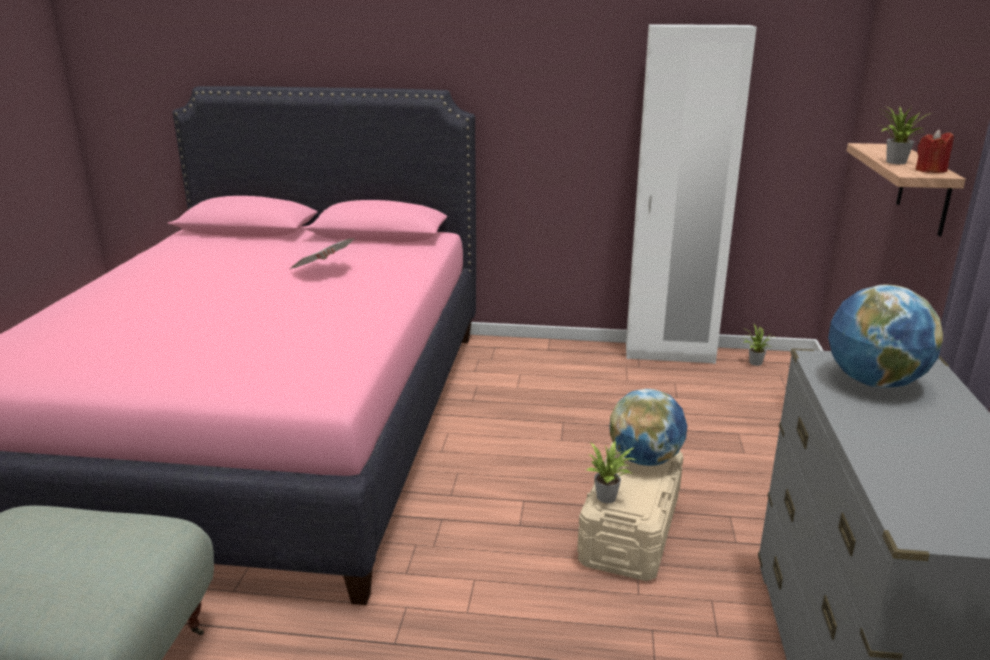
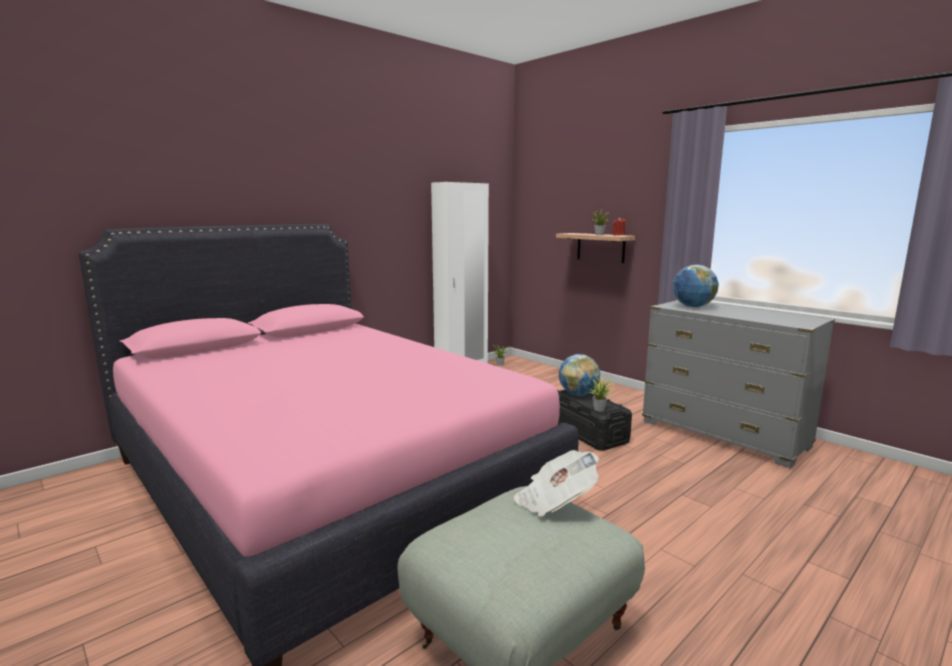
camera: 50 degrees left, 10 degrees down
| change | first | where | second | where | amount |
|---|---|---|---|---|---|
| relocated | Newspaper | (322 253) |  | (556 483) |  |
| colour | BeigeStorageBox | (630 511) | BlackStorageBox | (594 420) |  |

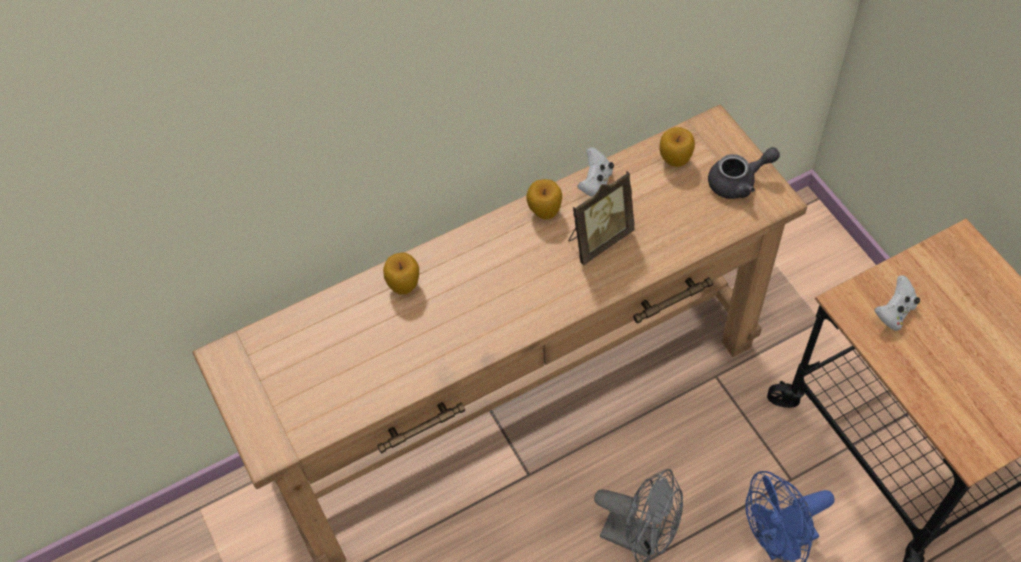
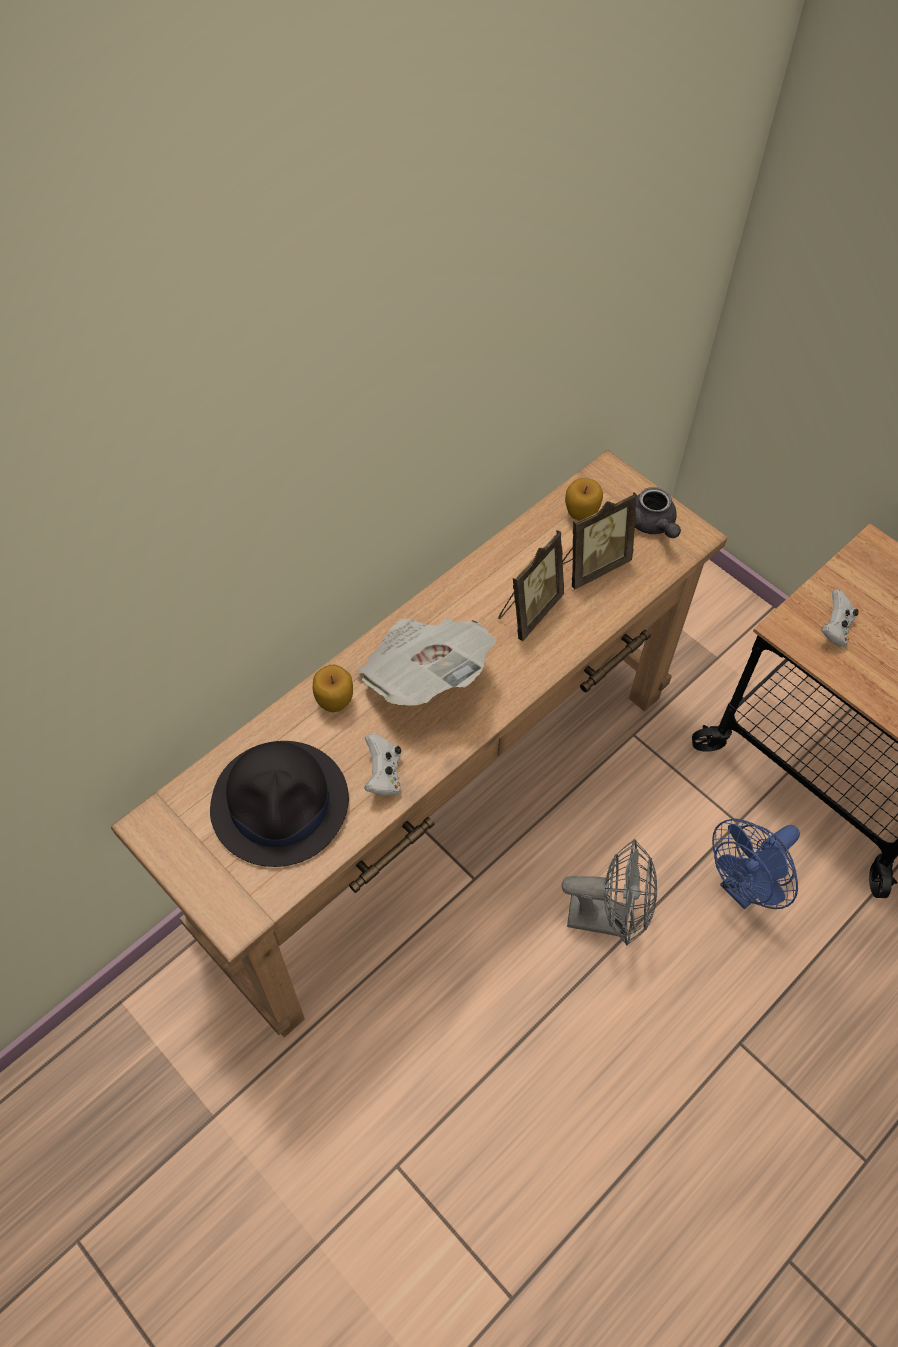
camera: 20 degrees left, 0 degrees up
| change | first | where | second | where | amount |
|---|---|---|---|---|---|
| appeared |  |  | BlackHat | (279 804) |  |
| appeared |  |  | Newspaper | (426 662) |  |
| relocated | WhiteGameController | (595 172) |  | (382 764) |  |
| appeared |  |  | PictureFrame | (600 540) |  |
| spun | GreyTeapot | (744 173) |  | (658 512) | 105 degrees clockwise |
| missing | Apple | (544 199) |  |  |  |

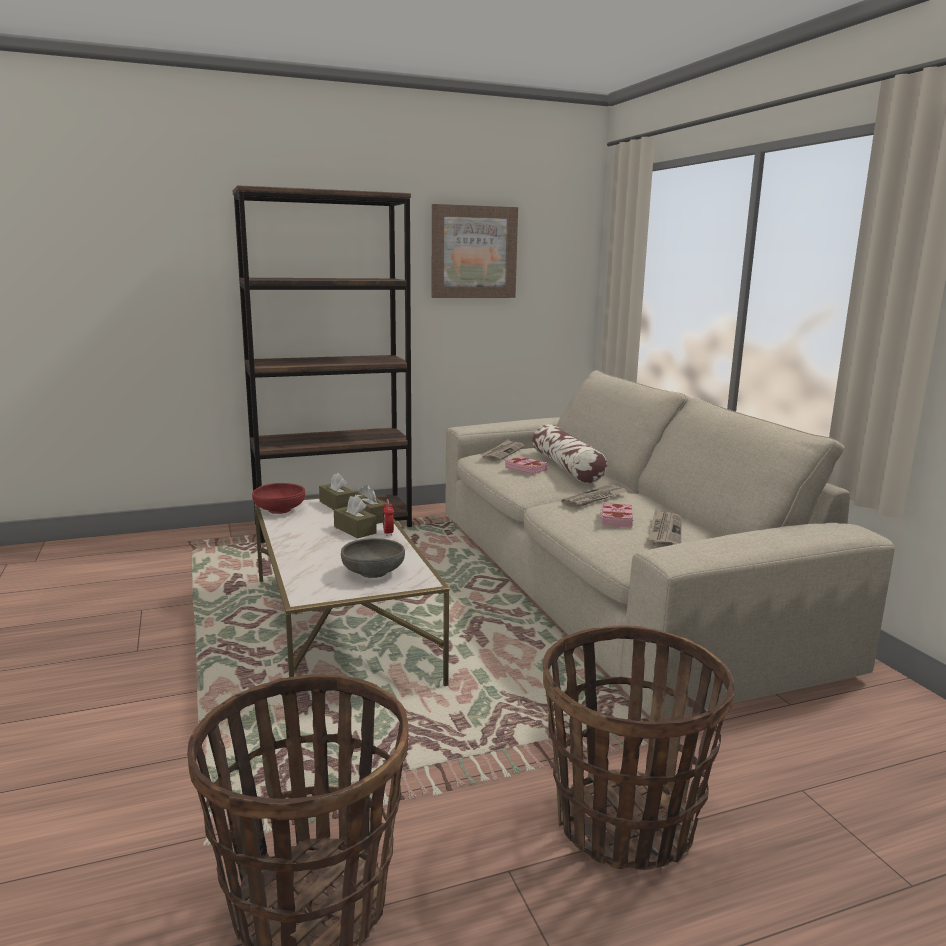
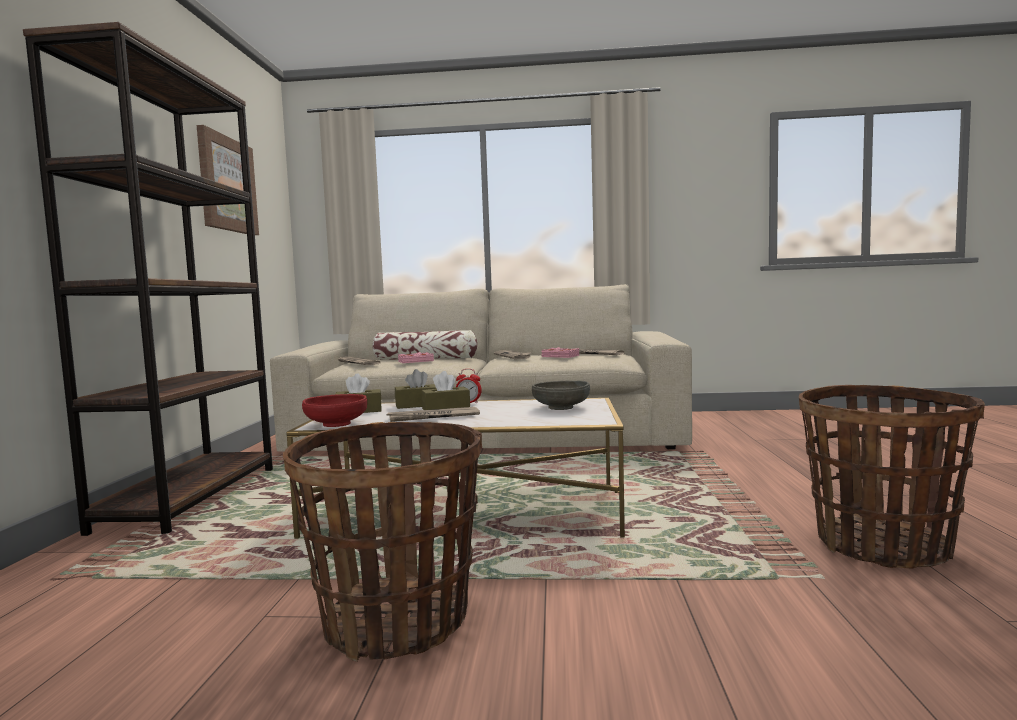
camera: 65 degrees left, 10 degrees down
| change | first | where | second | where | amount |
|---|---|---|---|---|---|
| relocated | Basket | (639 747) |  | (383 542) |  |
| appeared |  |  | Newspaper | (433 414) |  |

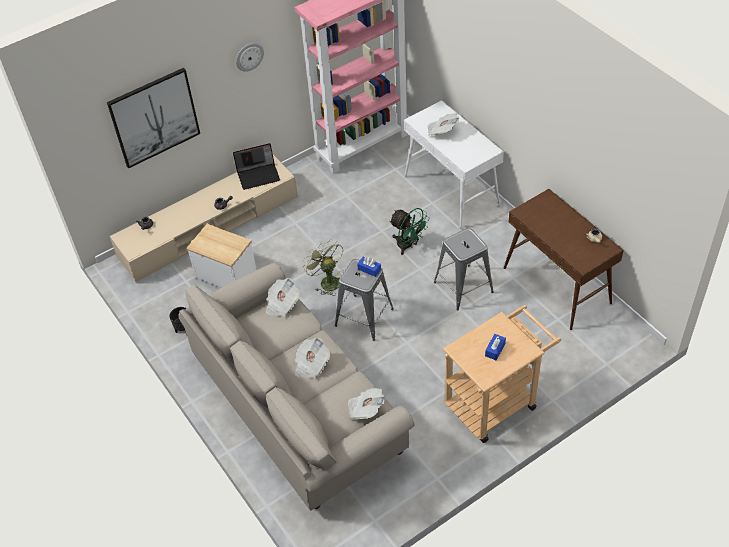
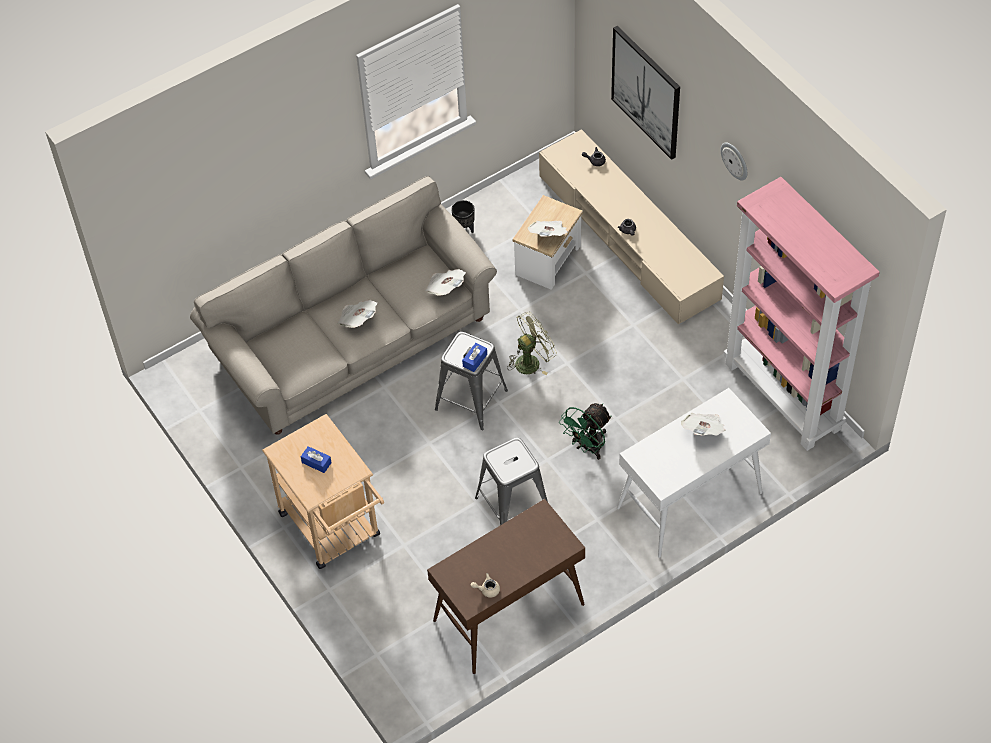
camera: 90 degrees right, 5 degrees up
| change | first | where | second | where | amount |
|---|---|---|---|---|---|
| relocated | Newspaper | (366 403) |  | (548 228) |  |
| missing | Laptop | (256 166) |  |  |  |

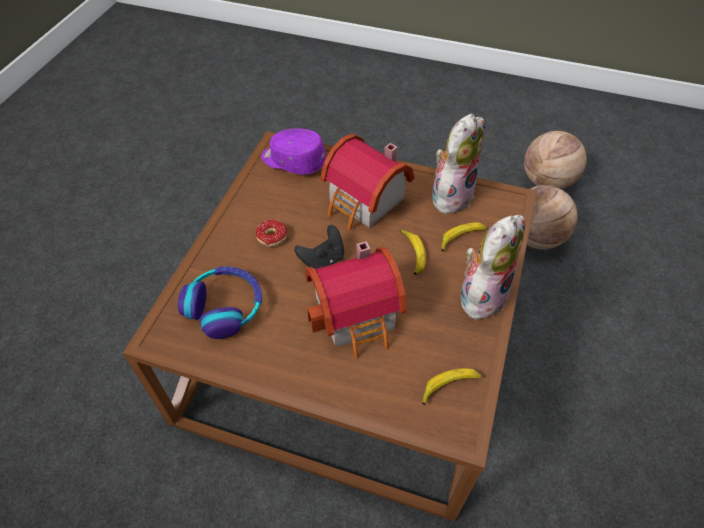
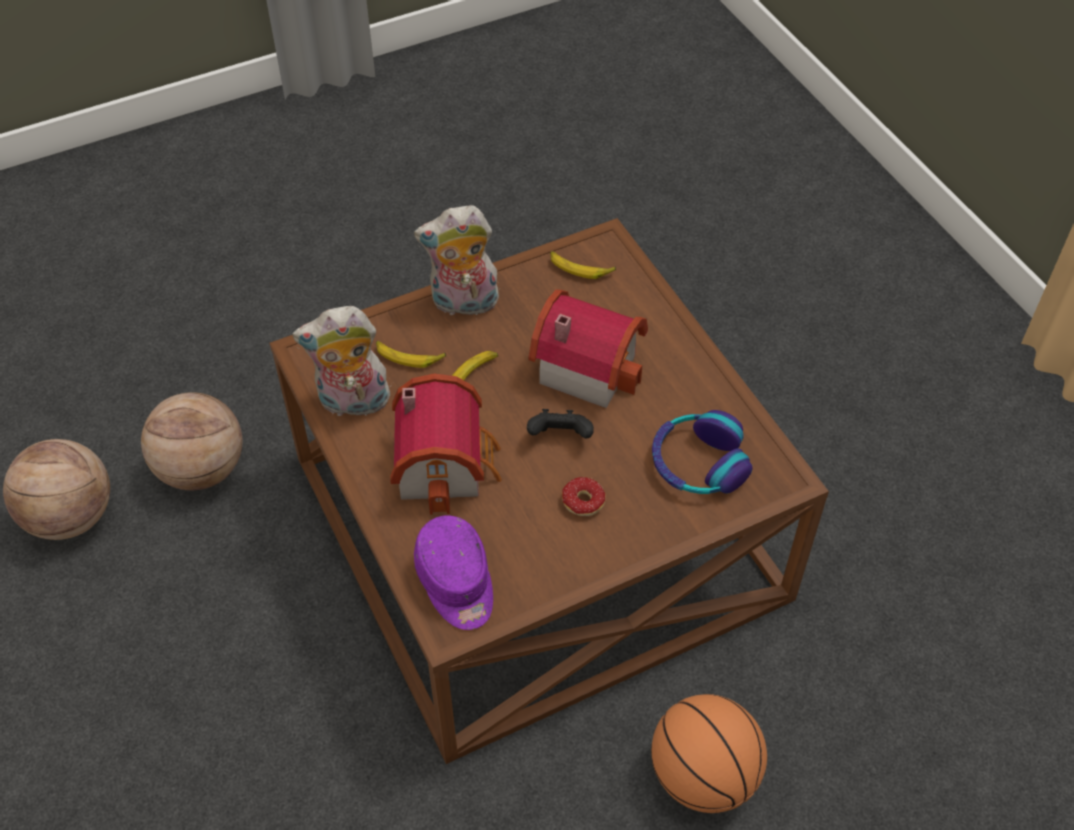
camera: 135 degrees left, 0 degrees up
| change | first | where | second | where | amount |
|---|---|---|---|---|---|
| appeared |  |  | Basketball | (709 753) |  |

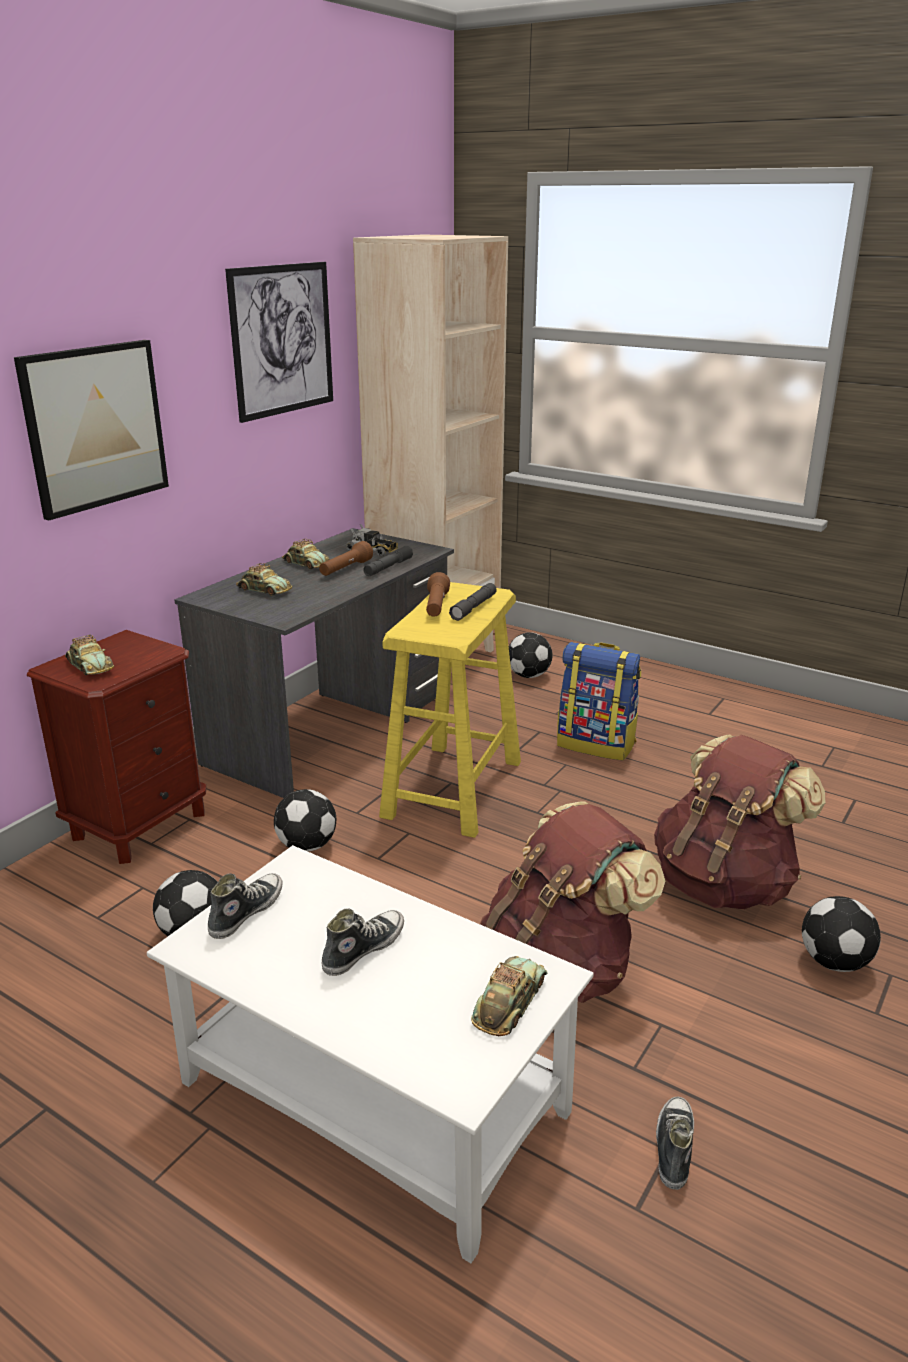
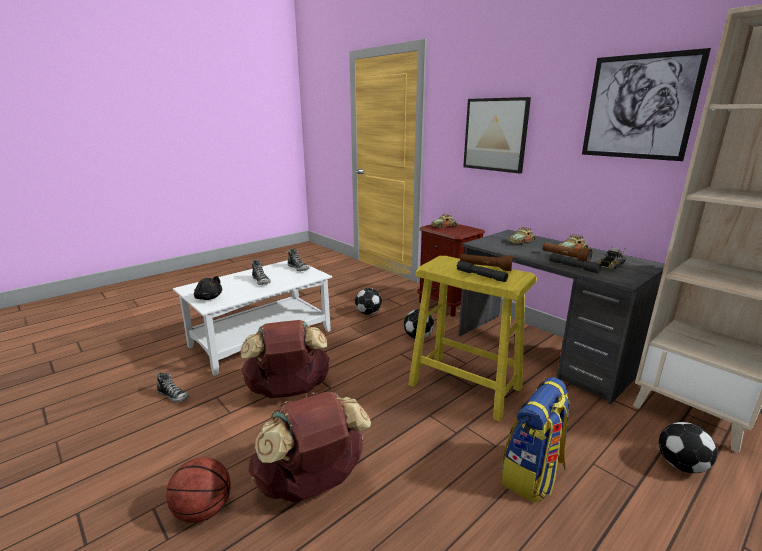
camera: 105 degrees right, 5 degrees down
| change | first | where | second | where | amount |
|---|---|---|---|---|---|
| exchanged | Football | (841 934) | Basketball | (198 490) |  |
| exchanged | ToyCar | (509 996) | BlackPlushToy | (208 288) |  |

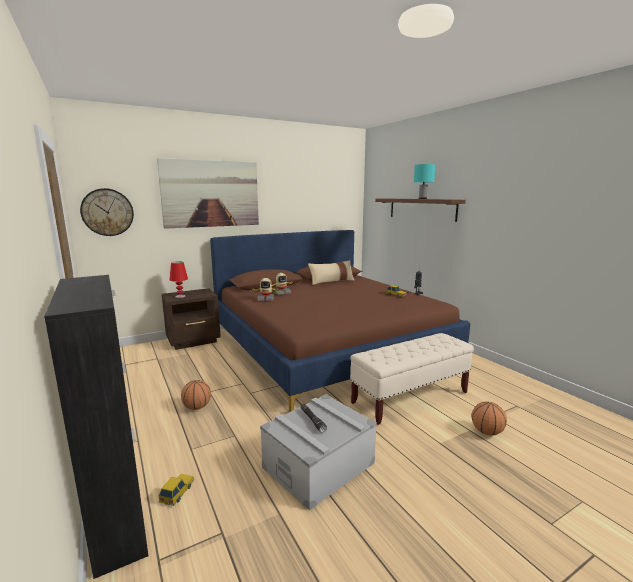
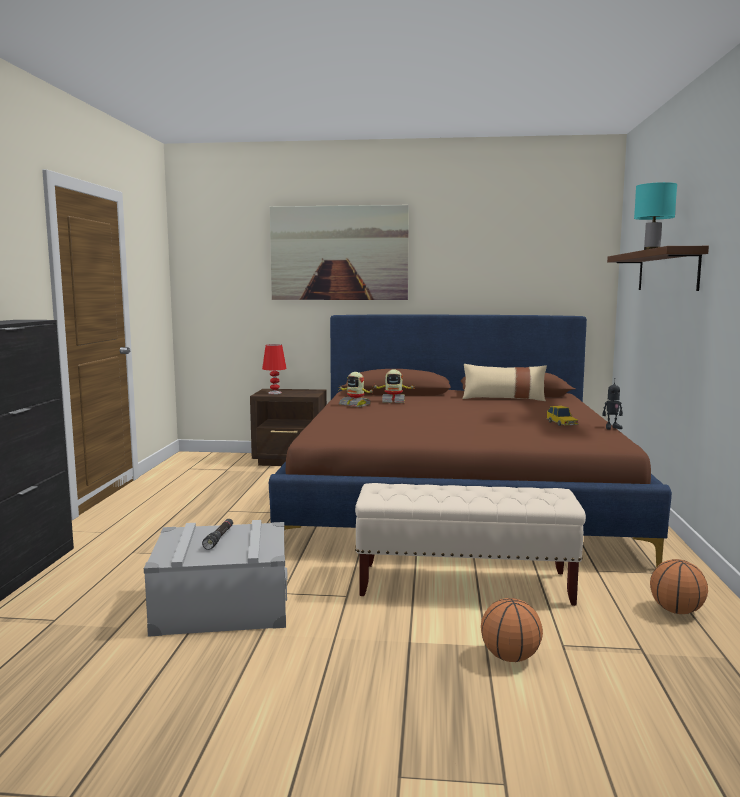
camera: 35 degrees right, 5 degrees down
| change | first | where | second | where | amount |
|---|---|---|---|---|---|
| relocated | Basketball | (196 395) |  | (679 586) |  |
| missing | WallClock | (107 212) |  |  |  |
| missing | ToyCar | (176 490) |  |  |  |

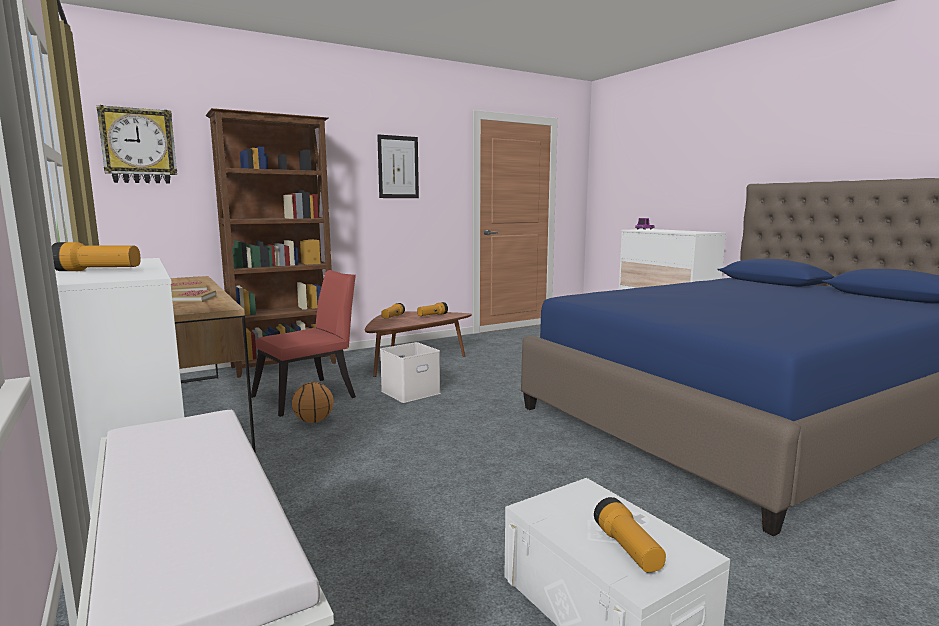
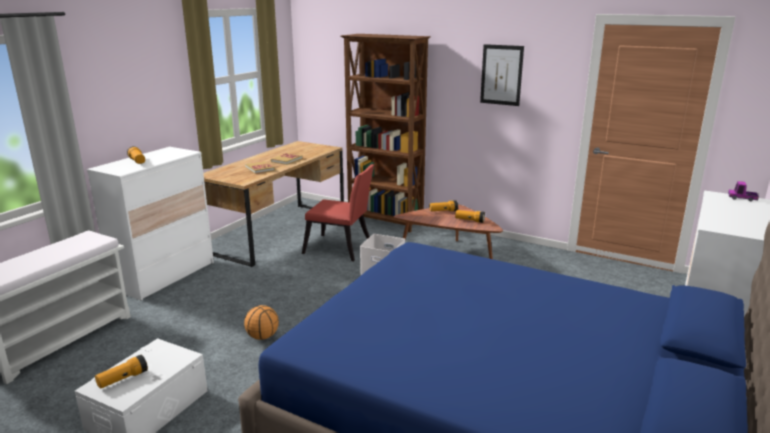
camera: 60 degrees right, 10 degrees up
| change | first | where | second | where | amount |
|---|---|---|---|---|---|
| relocated | Basketball | (313 402) |  | (261 322) |  |
| missing | WallClock | (137 144) |  |  |  |

